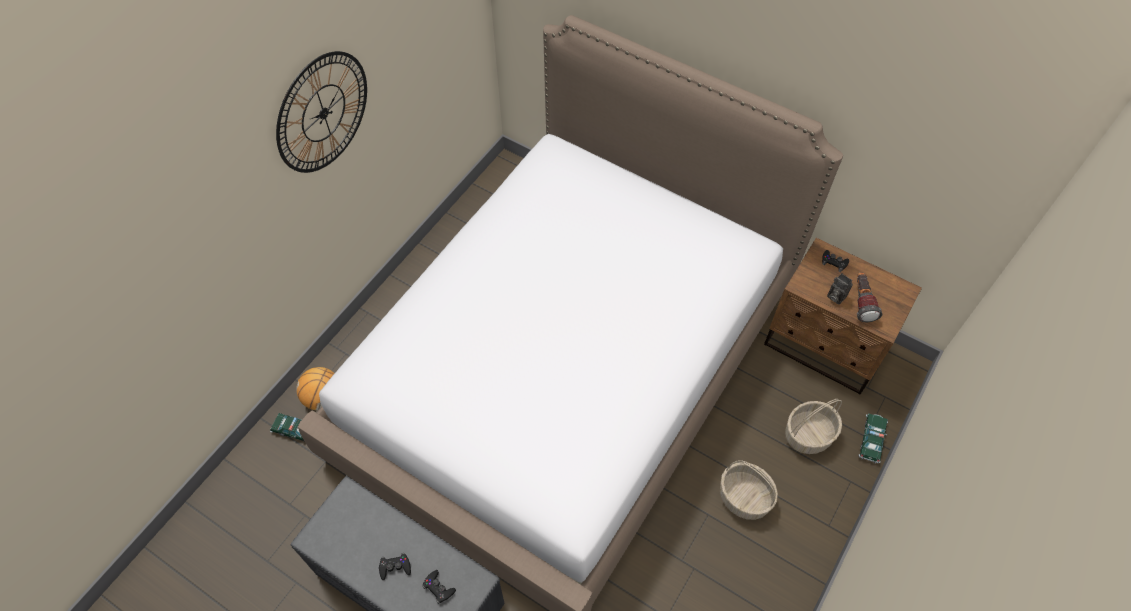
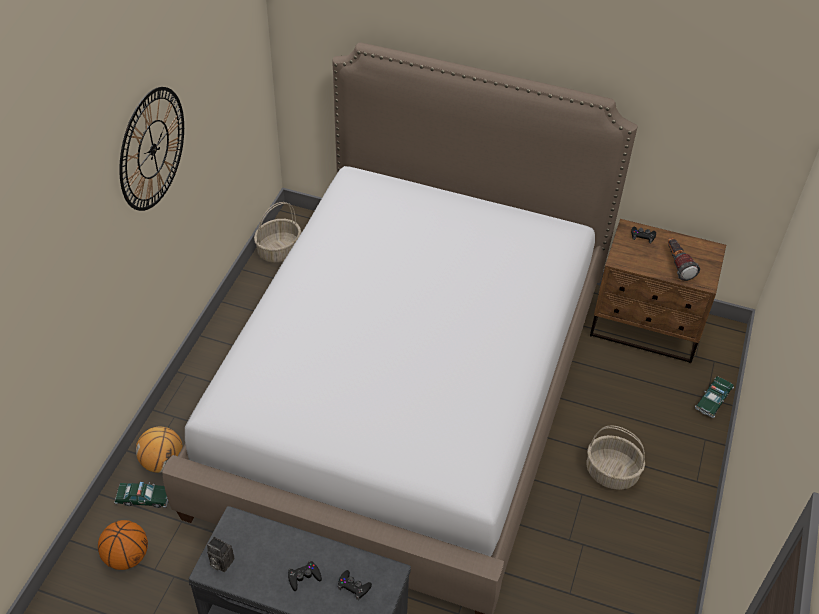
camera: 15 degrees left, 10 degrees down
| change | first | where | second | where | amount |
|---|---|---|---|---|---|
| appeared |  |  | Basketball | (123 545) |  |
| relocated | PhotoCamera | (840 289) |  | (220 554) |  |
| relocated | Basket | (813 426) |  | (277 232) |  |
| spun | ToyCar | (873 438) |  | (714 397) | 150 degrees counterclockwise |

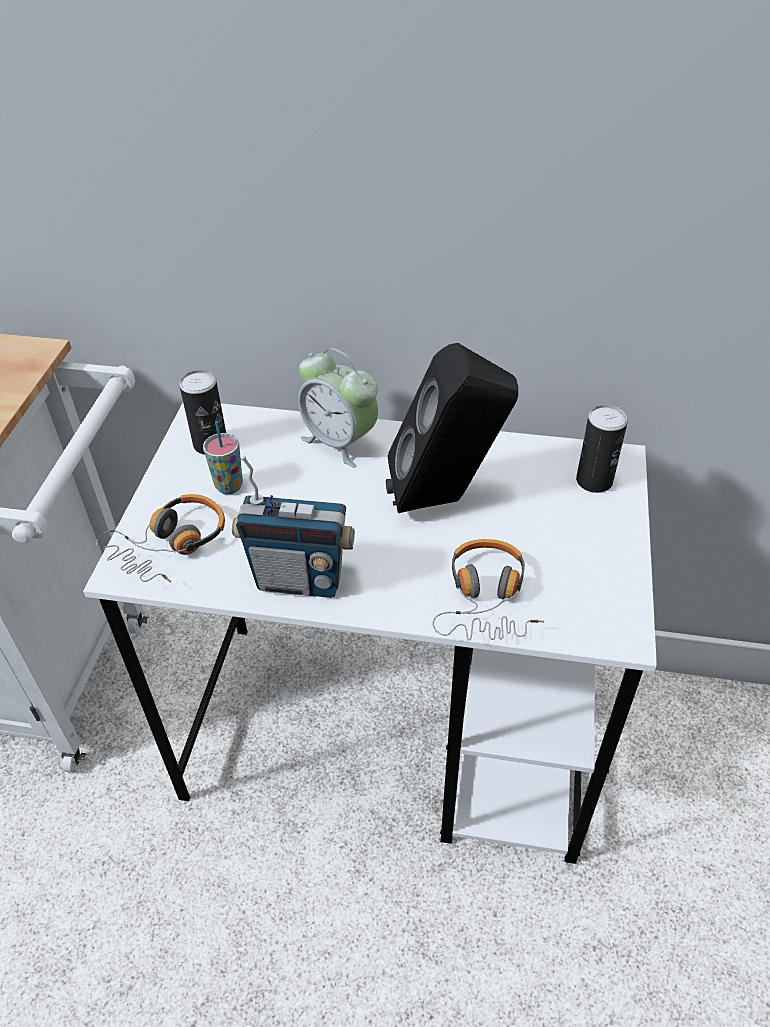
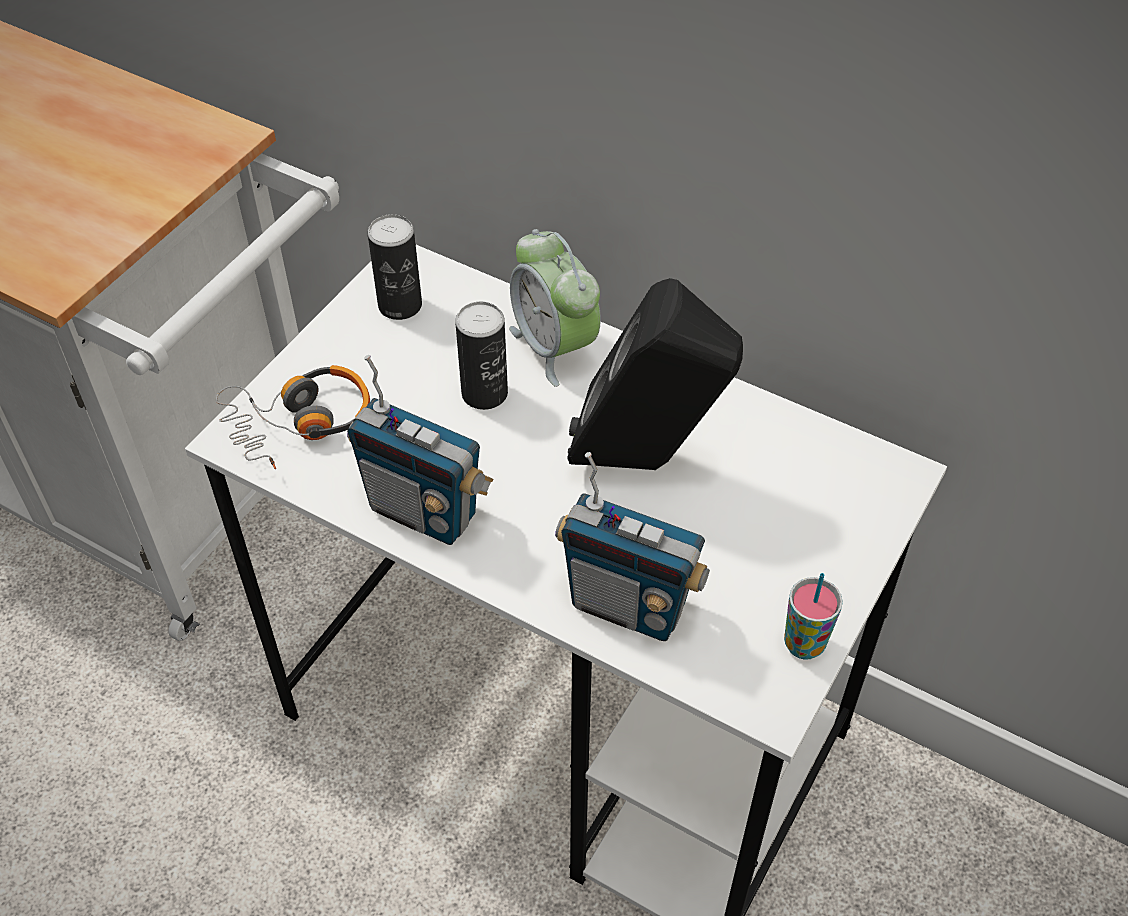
camera: 20 degrees right, 5 degrees up
| change | first | where | second | where | amount |
|---|---|---|---|---|---|
| relocated | Can | (602 449) |  | (481 356) |  |
| exchanged | Headphones | (488 589) | Radio | (632 546) |  |
| relocated | Cup | (223 457) |  | (813 616) |  |

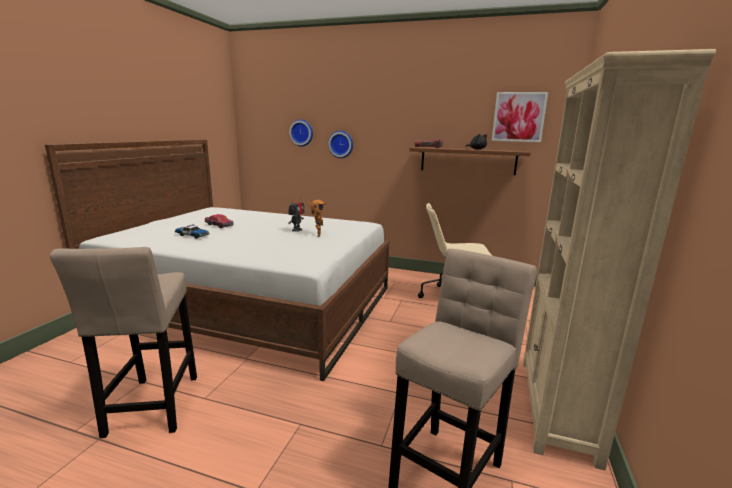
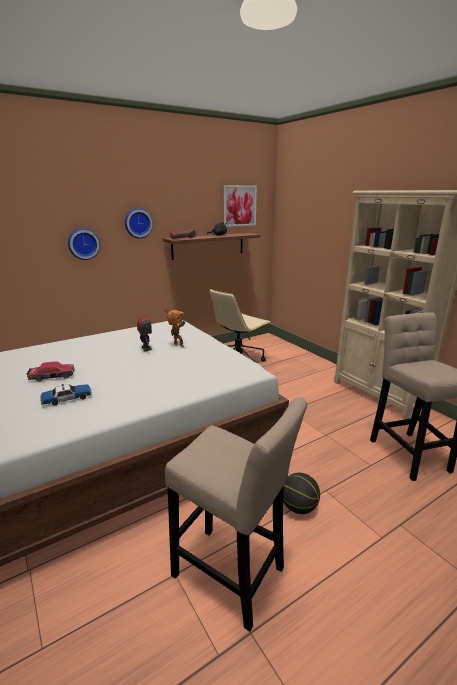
camera: 50 degrees left, 5 degrees up
| change | first | where | second | where | amount |
|---|---|---|---|---|---|
| relocated | WallClock | (301 133) |  | (139 223) |  |
| appeared |  |  | Basketball | (301 493) |  |

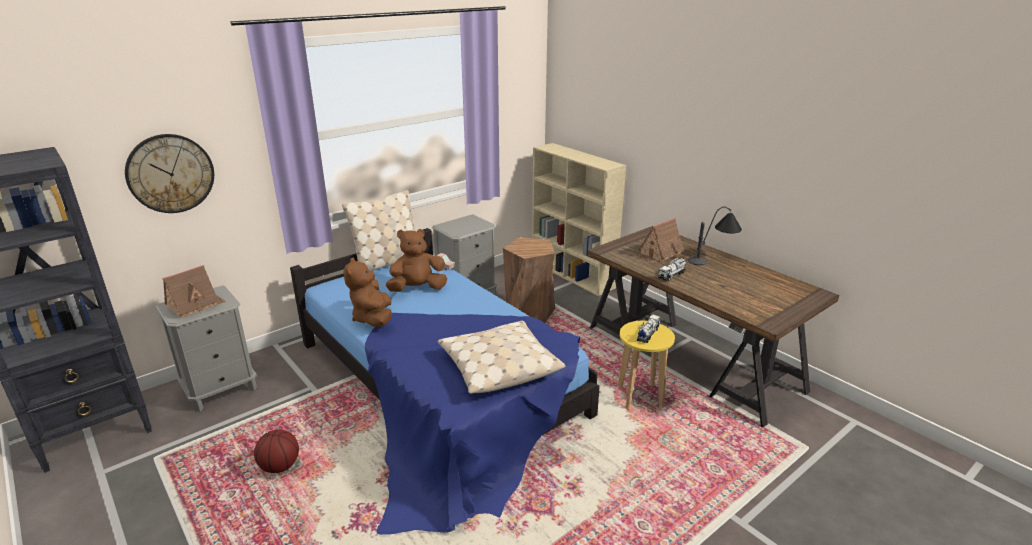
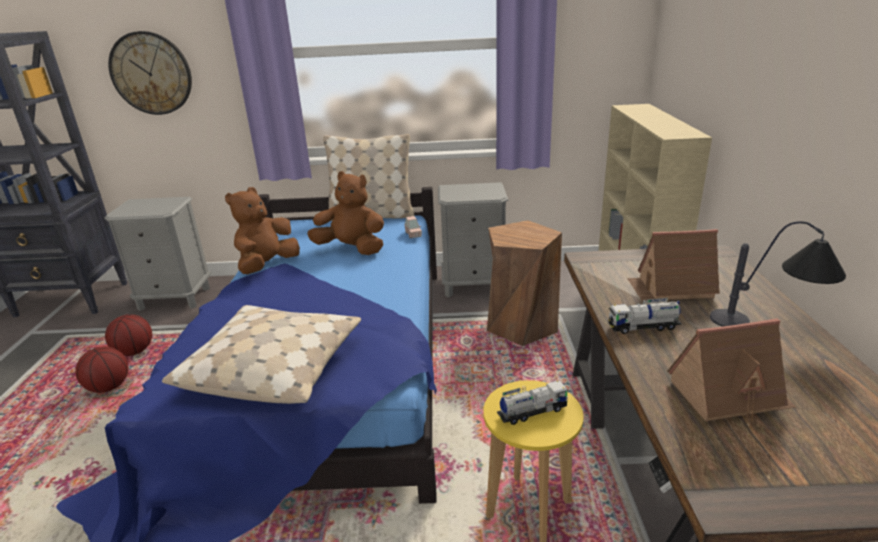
camera: 40 degrees right, 0 degrees up
| change | first | where | second | where | amount |
|---|---|---|---|---|---|
| appeared |  |  | Basketball | (128 335) |  |
| relocated | ToyHouse | (194 291) |  | (731 370) |  |

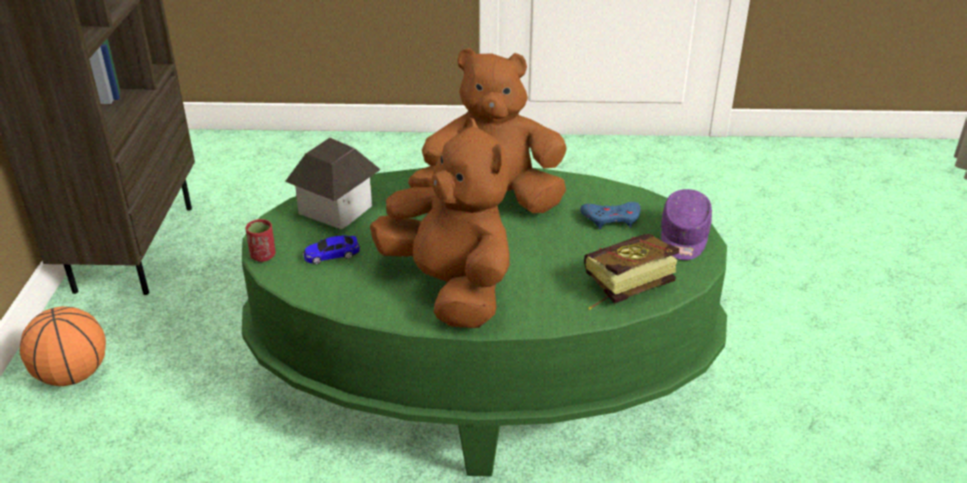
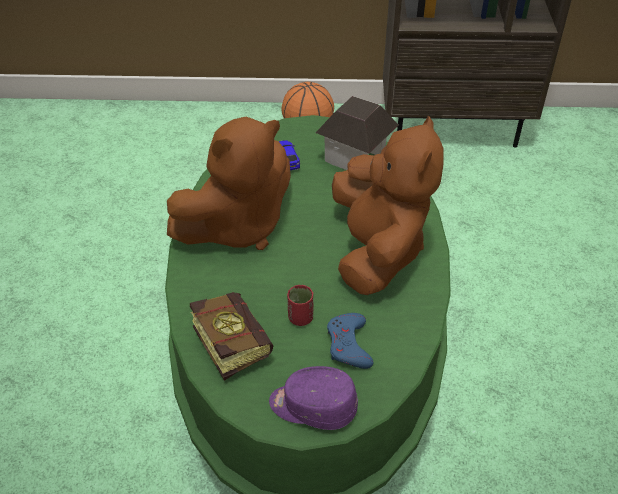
camera: 90 degrees right, 10 degrees up
| change | first | where | second | where | amount |
|---|---|---|---|---|---|
| relocated | RedCup | (260 240) |  | (300 305) |  |

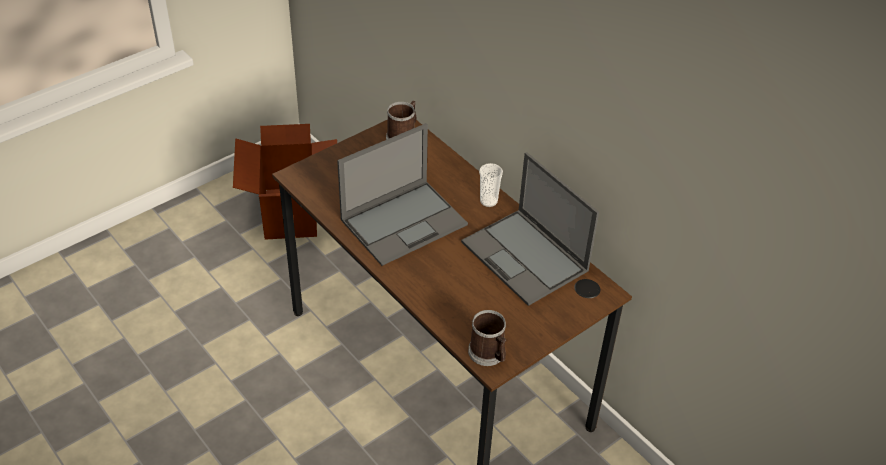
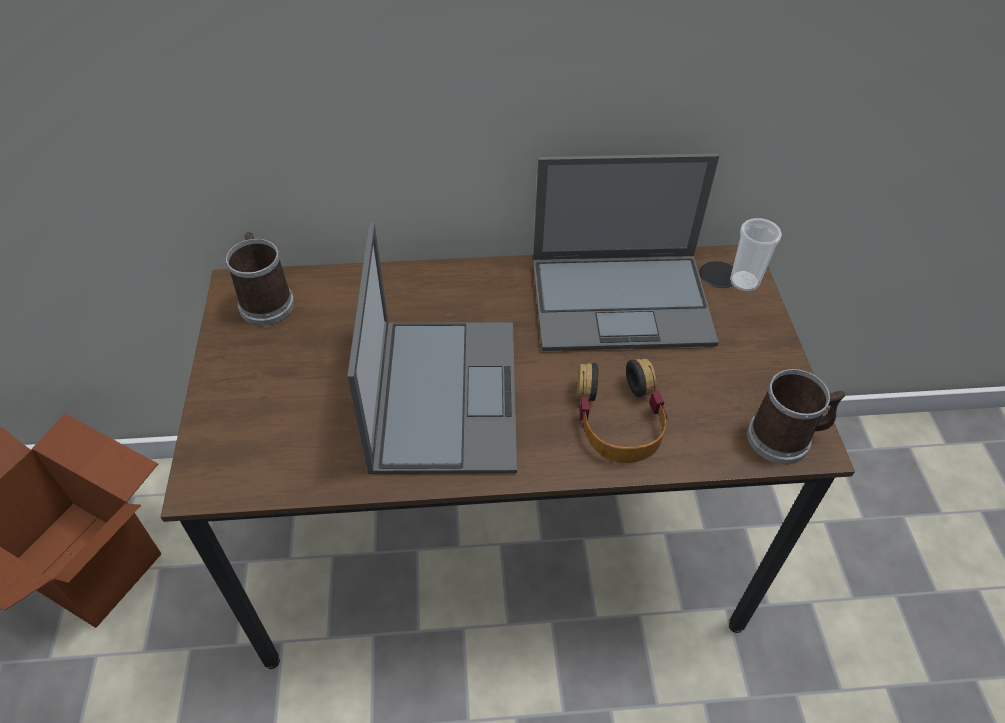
camera: 55 degrees left, 5 degrees up
| change | first | where | second | where | amount |
|---|---|---|---|---|---|
| appeared |  |  | Headphones | (622 411) |  |
| relocated | Cup | (491 185) |  | (756 255) |  |

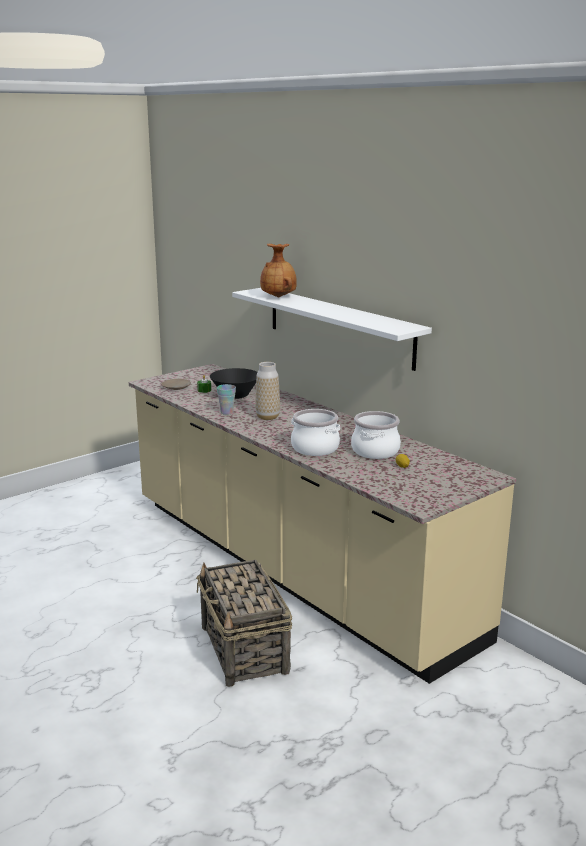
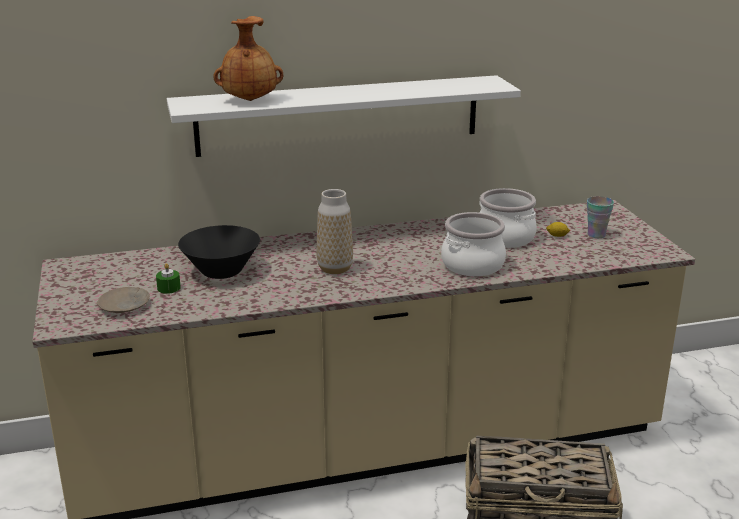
camera: 65 degrees left, 5 degrees up
| change | first | where | second | where | amount |
|---|---|---|---|---|---|
| relocated | Cup | (226 399) |  | (600 217) |  |

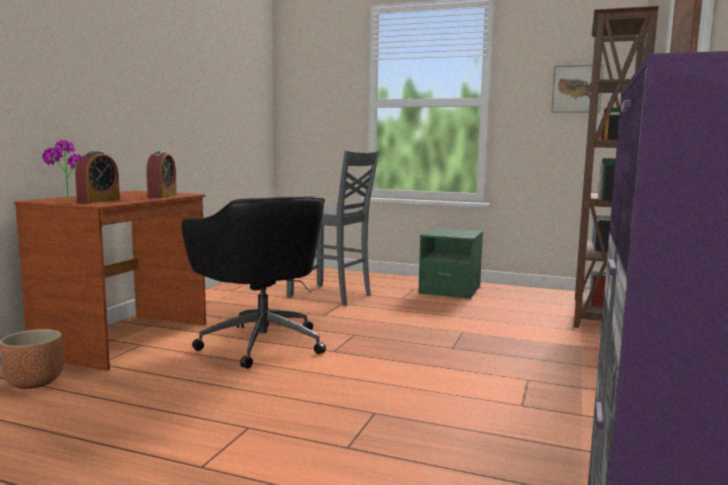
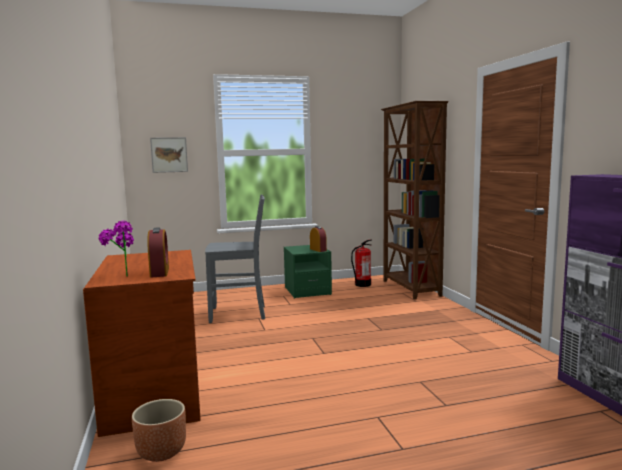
camera: 35 degrees left, 0 degrees up
| change | first | where | second | where | amount |
|---|---|---|---|---|---|
| relocated | Picture | (577 88) |  | (169 155) |  |
| relocated | AlarmClock | (161 174) |  | (318 239) |  |
| appeared |  |  | FireExtinguisher | (361 263) |  |
| missing | BlackOfficeChair | (254 282) |  |  |  |

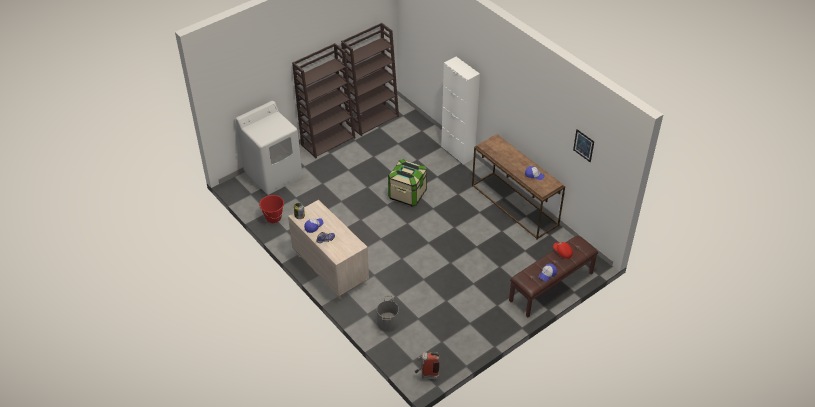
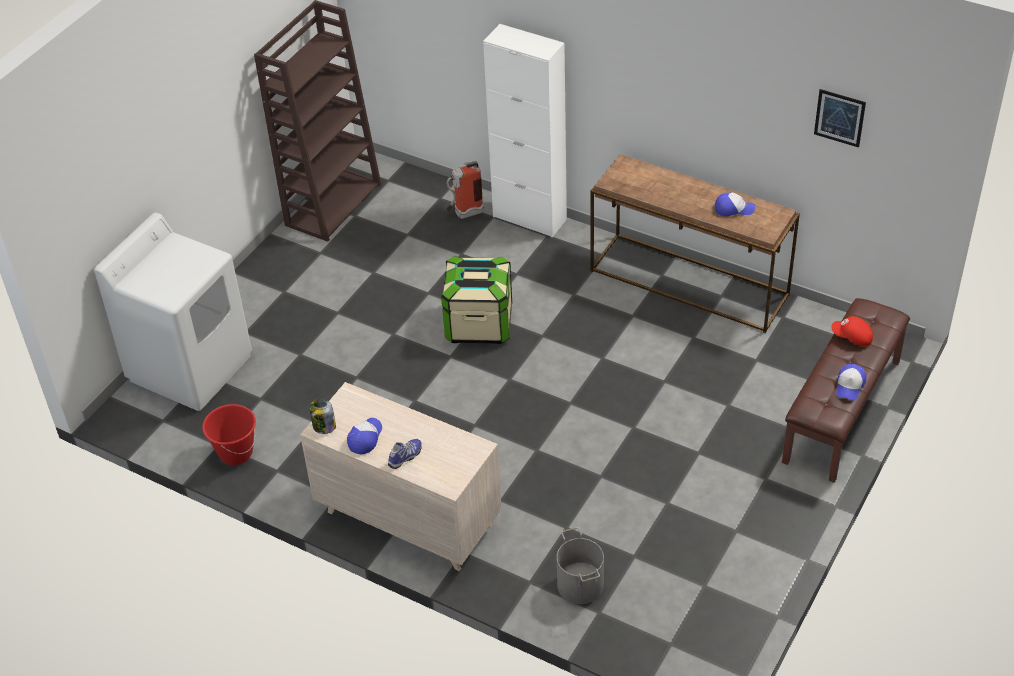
camera: 20 degrees left, 0 degrees up
| change | first | where | second | where | amount |
|---|---|---|---|---|---|
| relocated | FireExtinguisher | (427 365) |  | (464 190) |  |
| missing | BrownBookcase | (323 100) |  |  |  |

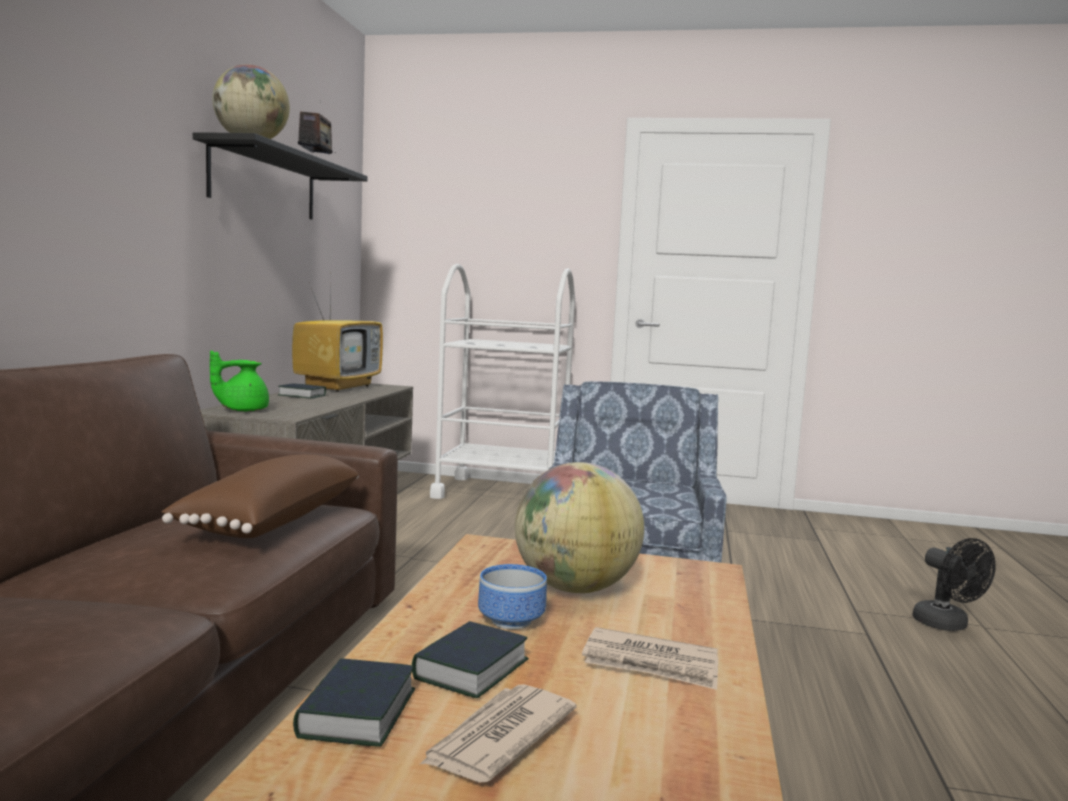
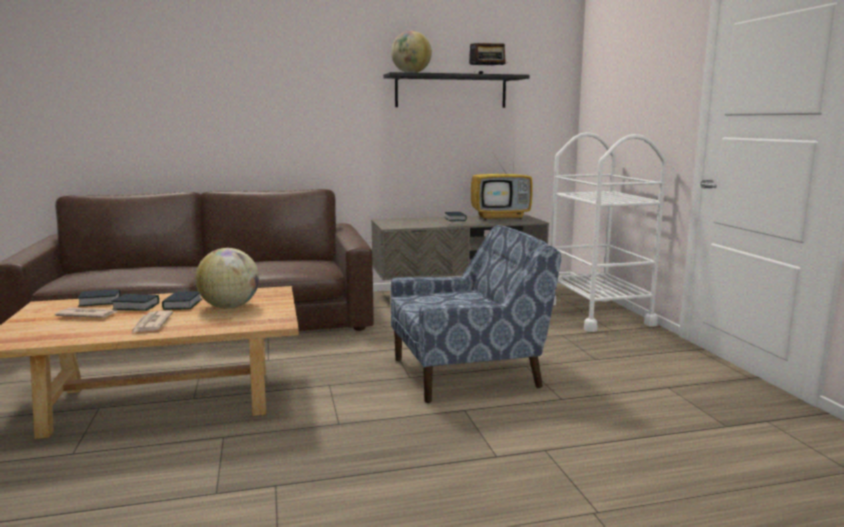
camera: 65 degrees right, 5 degrees up
| change | first | where | second | where | amount |
|---|---|---|---|---|---|
| exchanged | Bowl | (512 597) | Book | (182 300) |  |
| missing | BrownPillow | (260 496) |  |  |  |
| missing | GreenTeapot | (239 380) |  |  |  |
| missing | BlackFan | (954 584) |  |  |  |

